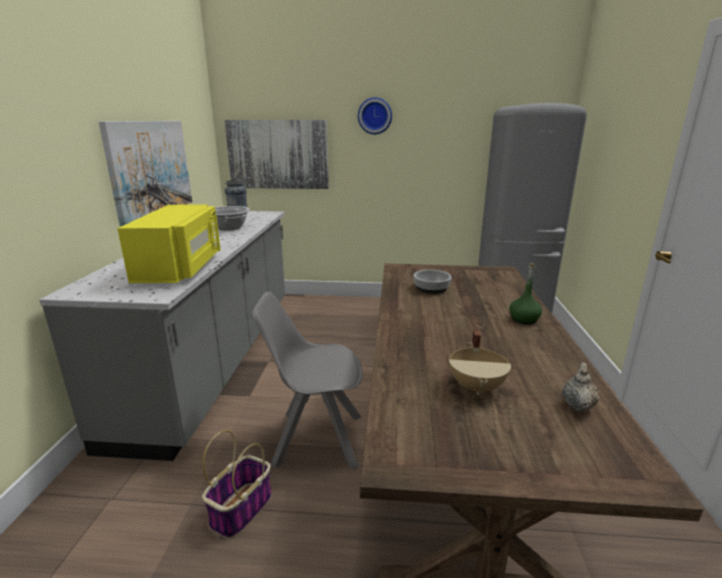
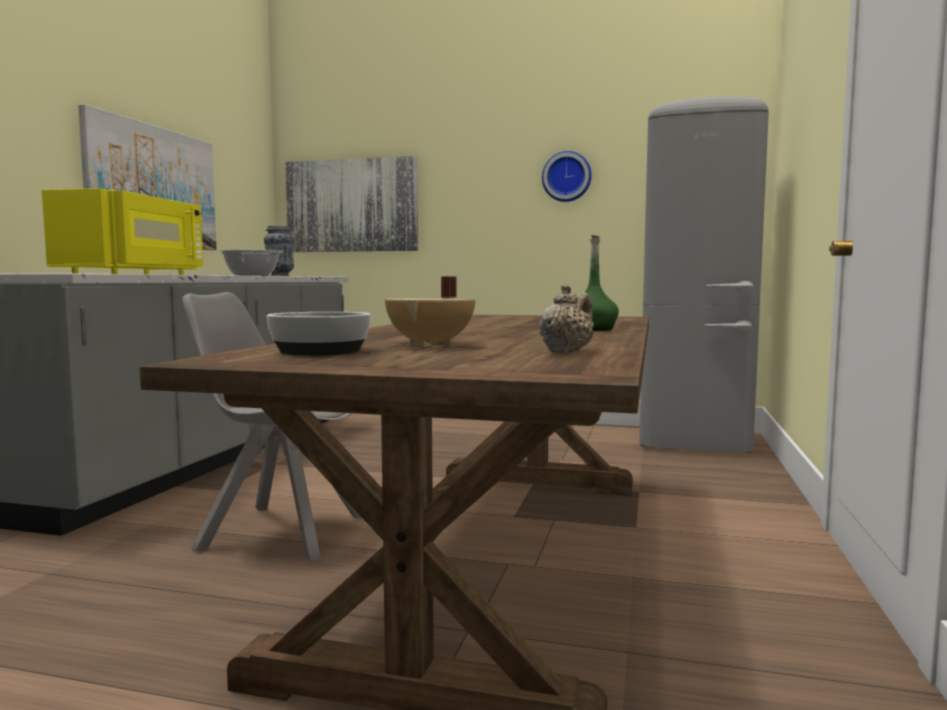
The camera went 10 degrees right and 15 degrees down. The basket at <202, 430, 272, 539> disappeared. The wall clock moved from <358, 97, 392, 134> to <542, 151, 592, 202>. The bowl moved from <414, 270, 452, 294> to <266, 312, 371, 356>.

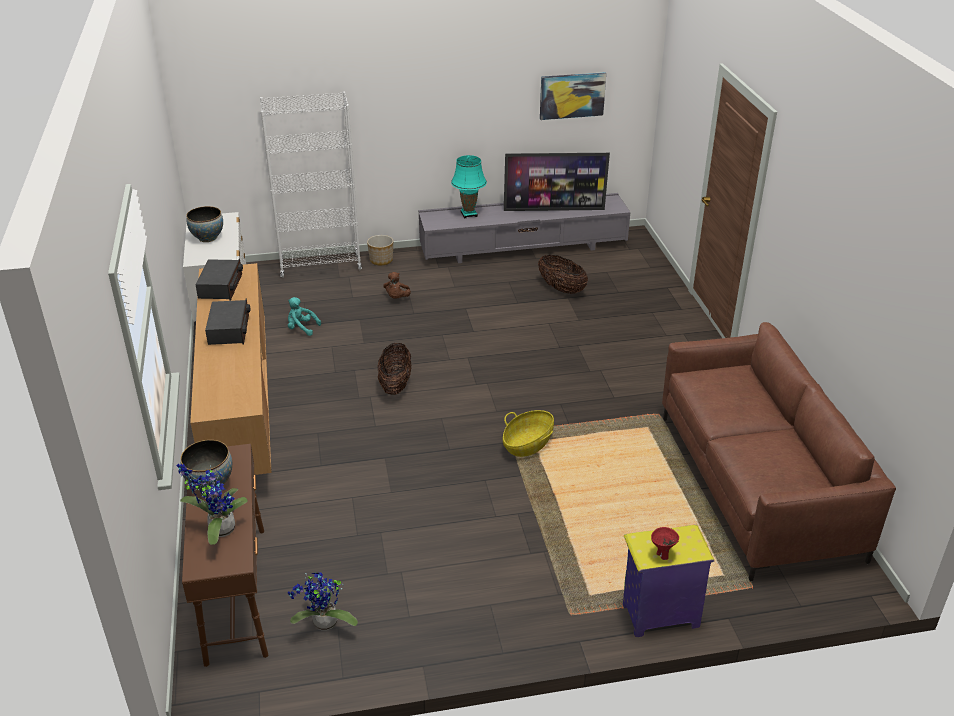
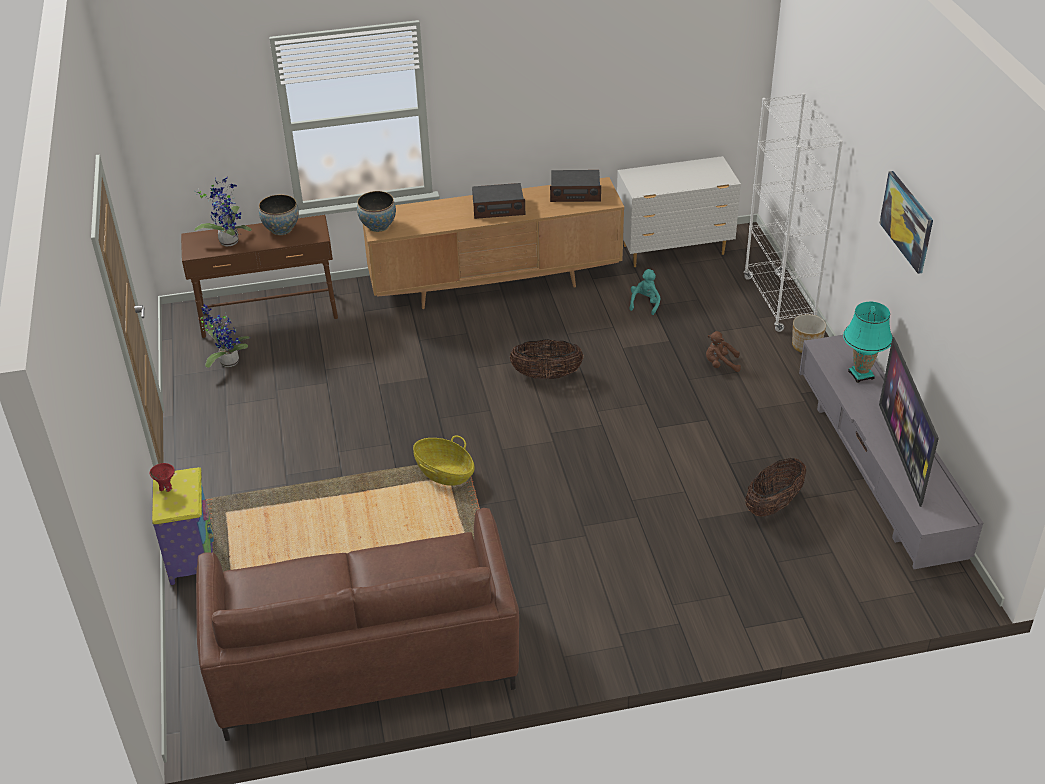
The camera went 90 degrees right and 5 degrees up. The bowl moved from <186, 206, 223, 242> to <357, 191, 396, 232>. The picture moved from <540, 72, 606, 120> to <879, 171, 933, 274>.

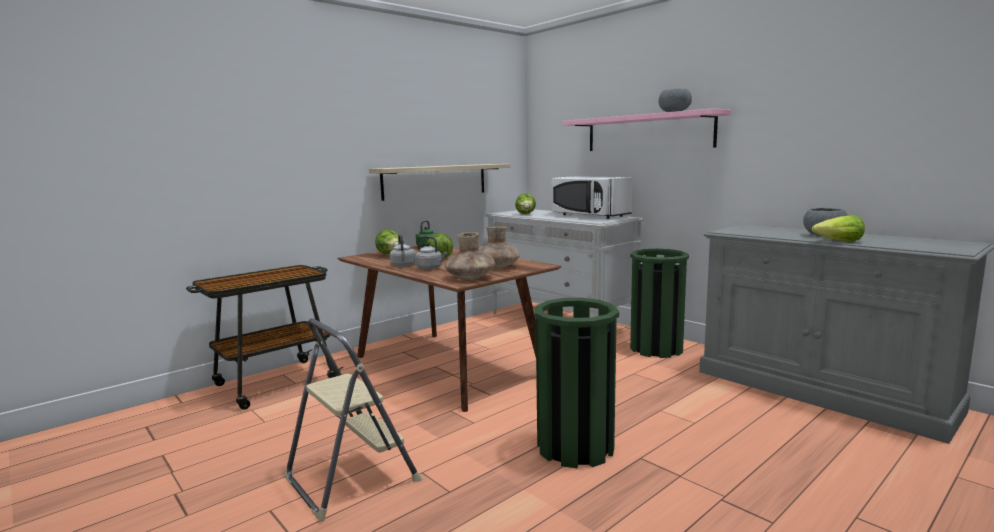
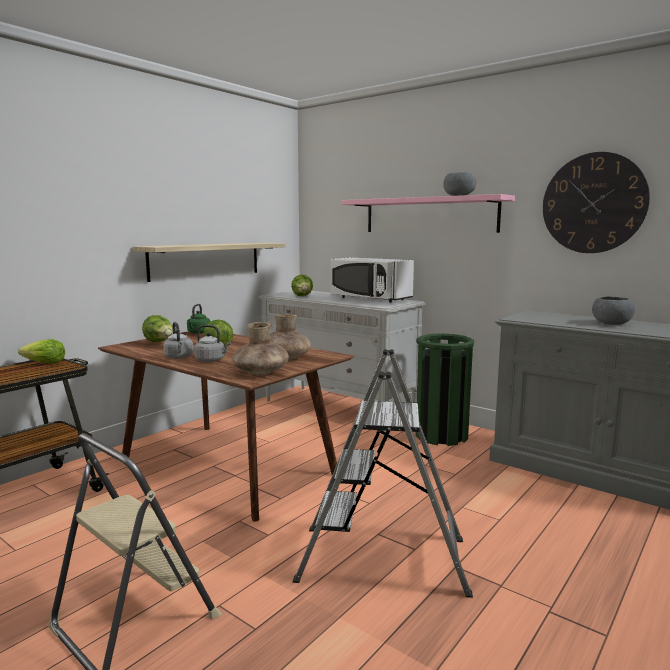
The camera went 10 degrees left and 0 degrees up. The wall clock at <543, 152, 650, 253> appeared. The lettuce moved from <812, 215, 865, 241> to <18, 339, 65, 364>. The trash can (green) at <534, 298, 619, 468> was replaced by the step ladder (grey) at <292, 349, 473, 598>.

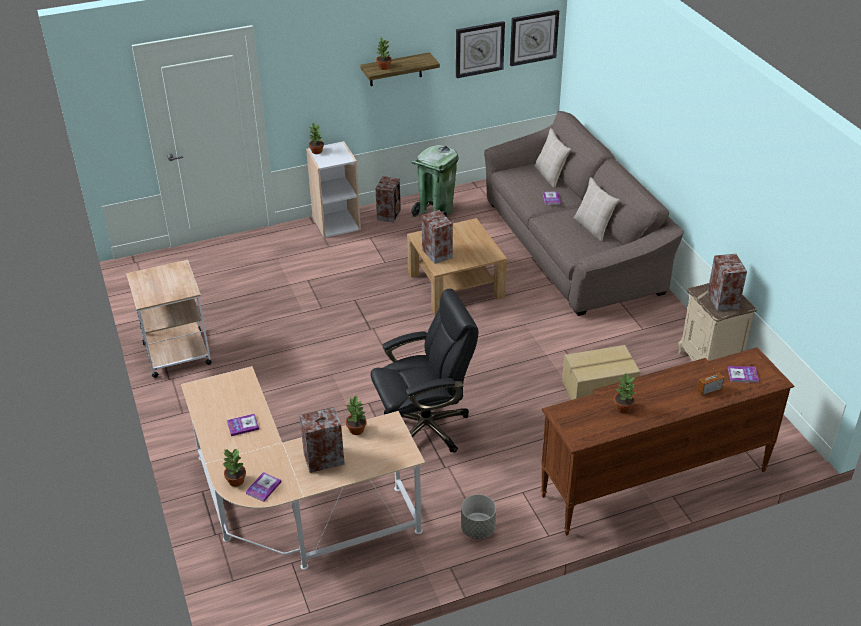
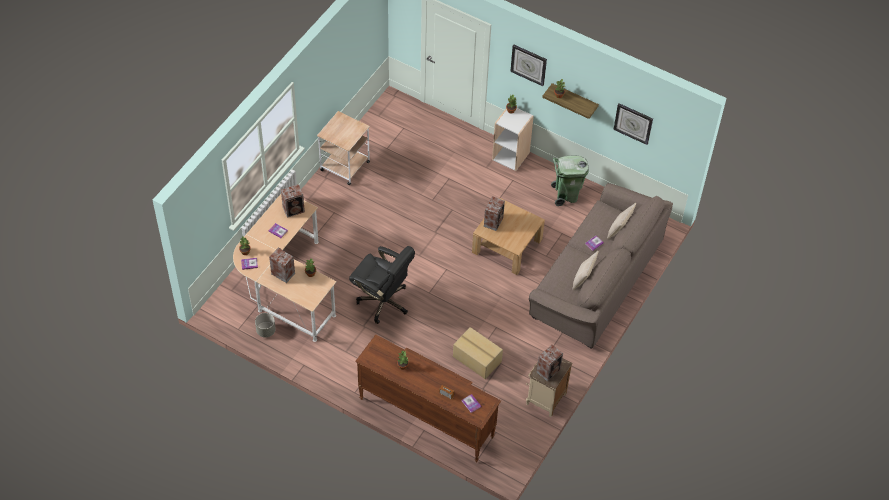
The camera went 50 degrees right and 15 degrees up. The speaker moved from <376, 176, 401, 223> to <281, 184, 305, 218>. The planter (grey) moved from <461, 494, 496, 539> to <255, 313, 276, 337>. The wall clock moved from <510, 10, 559, 66> to <510, 45, 547, 86>.

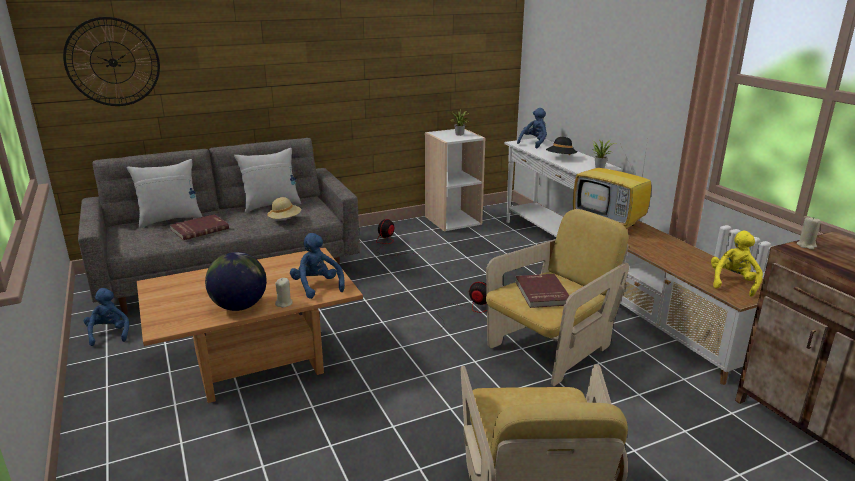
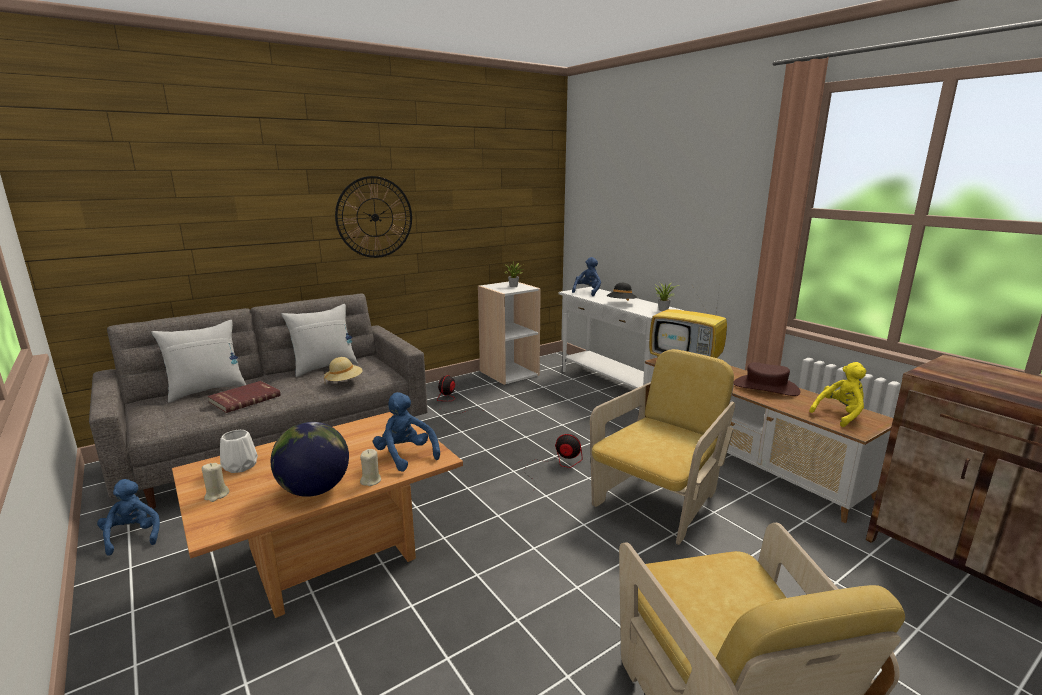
The camera went 10 degrees left and 5 degrees down. The book (red) at <515, 274, 570, 308> disappeared. The vase (white) at <220, 430, 258, 473> appeared. The hat (brown) at <733, 362, 801, 396> appeared. The wall clock moved from <63, 17, 160, 106> to <335, 176, 412, 258>. The candle (beige) moved from <797, 218, 821, 250> to <202, 463, 229, 502>. The plush toy (yellow) at <711, 231, 763, 297> turned 45 degrees clockwise.

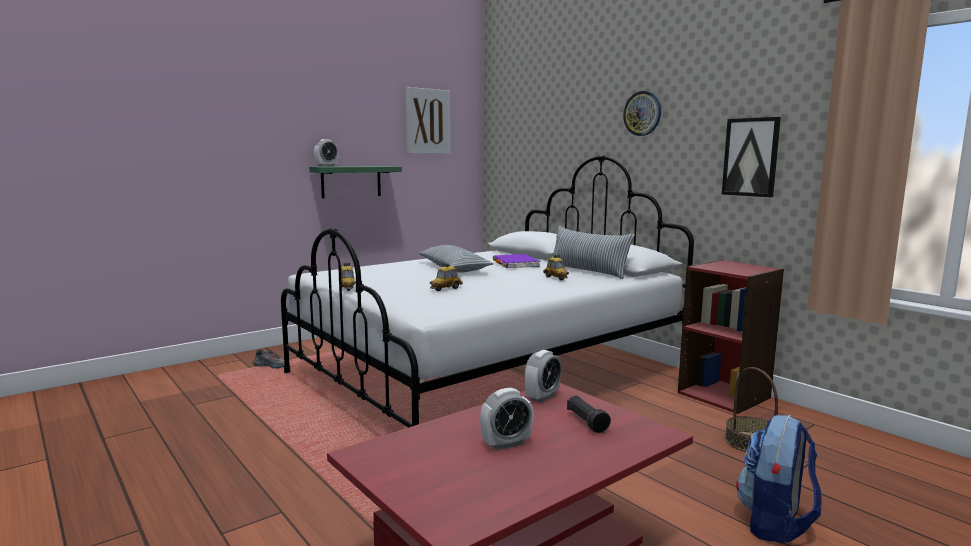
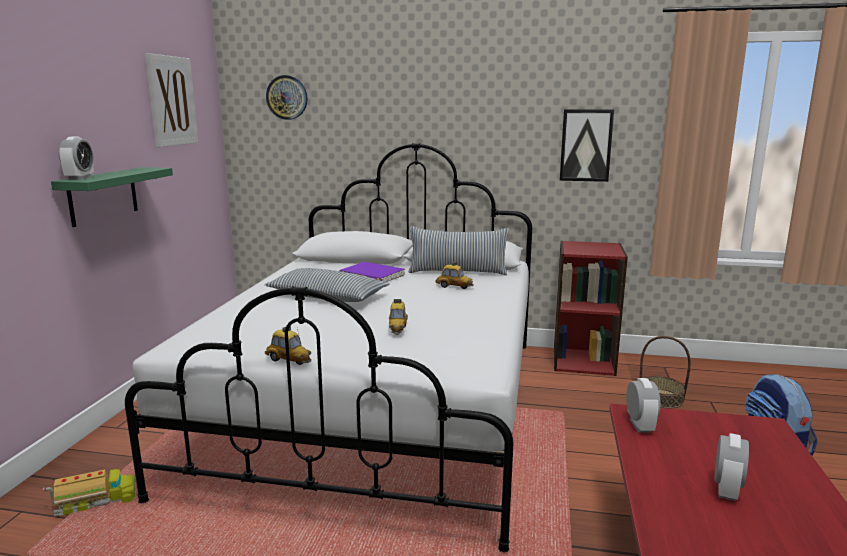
The camera went 40 degrees left and 5 degrees up. The flashlight (black) at <567, 396, 611, 433> disappeared. The wall clock moved from <623, 91, 661, 136> to <266, 75, 307, 120>. The shoe at <252, 349, 285, 369> was replaced by the toy truck at <43, 466, 136, 517>.

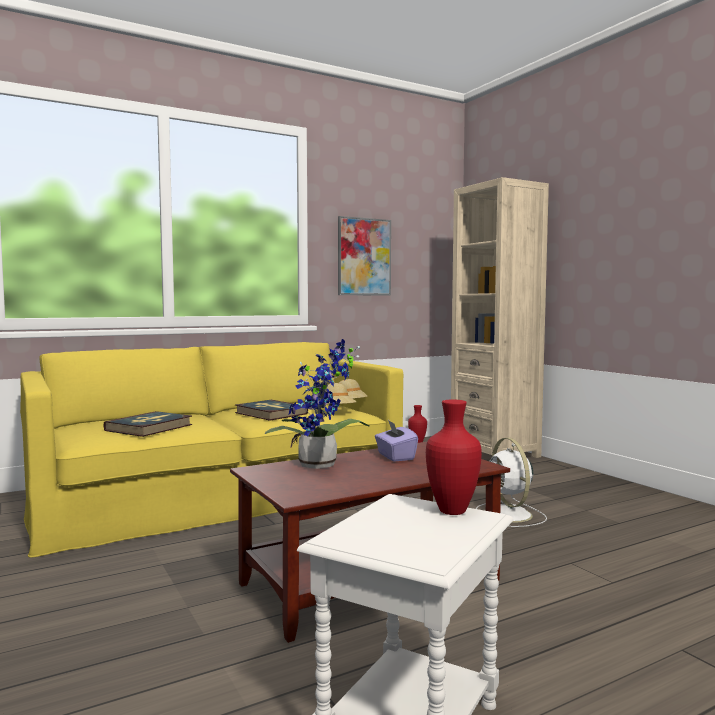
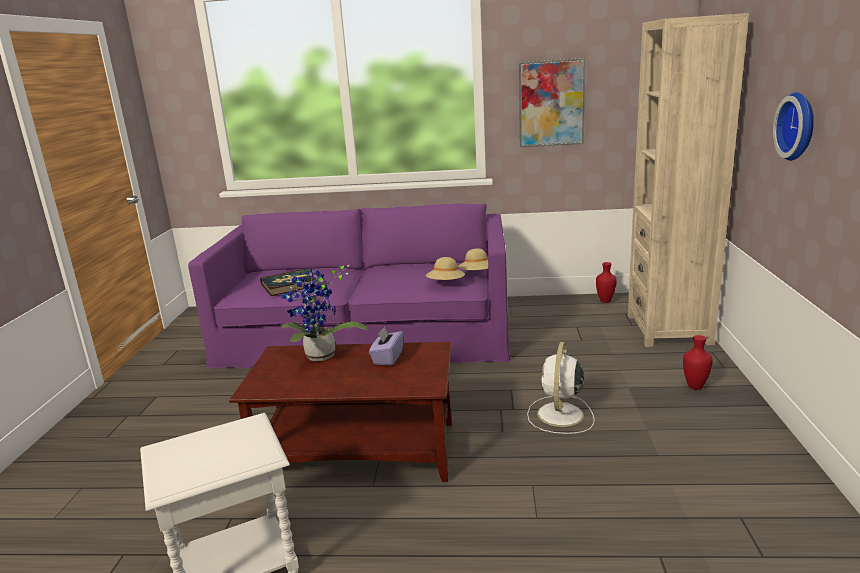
The camera went 35 degrees right and 15 degrees up. The book at <235, 400, 308, 421> disappeared. The wall clock at <773, 92, 814, 161> appeared. The vase (red) moved from <426, 399, 482, 515> to <683, 335, 713, 390>. The sofa (yellow) at <20, 342, 403, 558> became the sofa (purple) at <188, 203, 511, 369>.

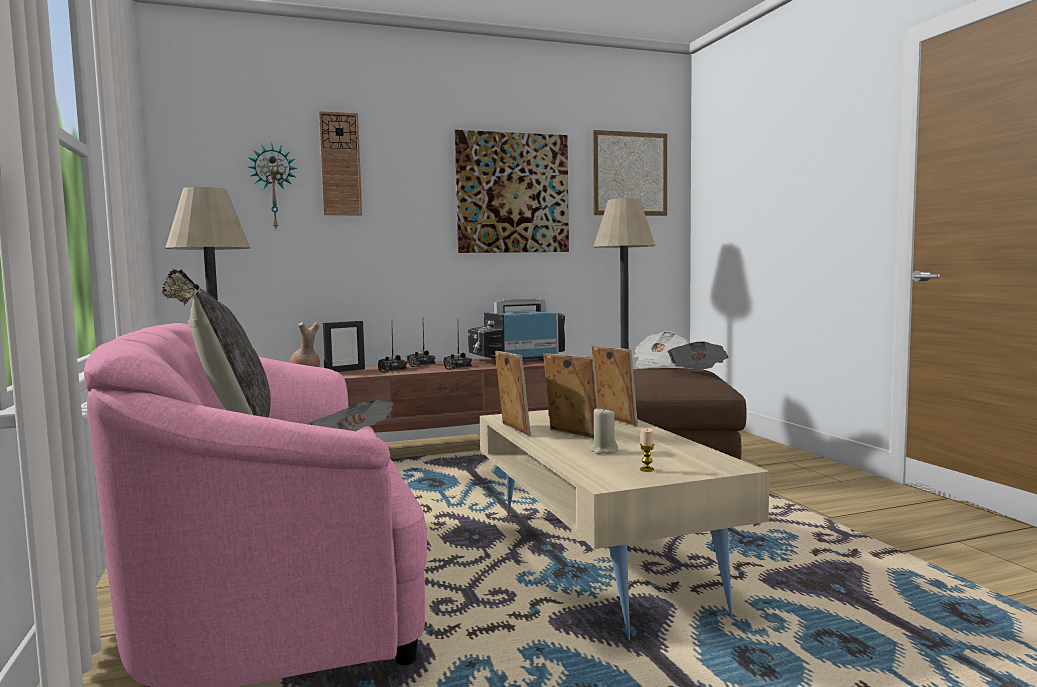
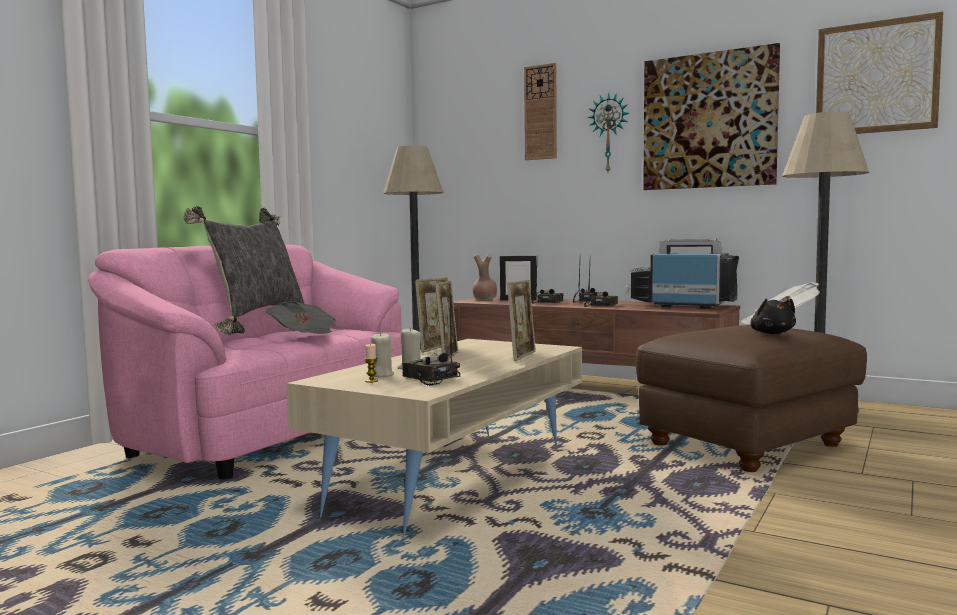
The camera went 50 degrees right and 0 degrees up. The candle (beige) at <371, 332, 394, 377> appeared. The radio at <402, 292, 460, 386> appeared. The wall clock moved from <248, 143, 297, 229> to <587, 92, 629, 172>. The newspaper at <668, 341, 729, 369> was replaced by the plush toy (black) at <750, 298, 796, 334>.

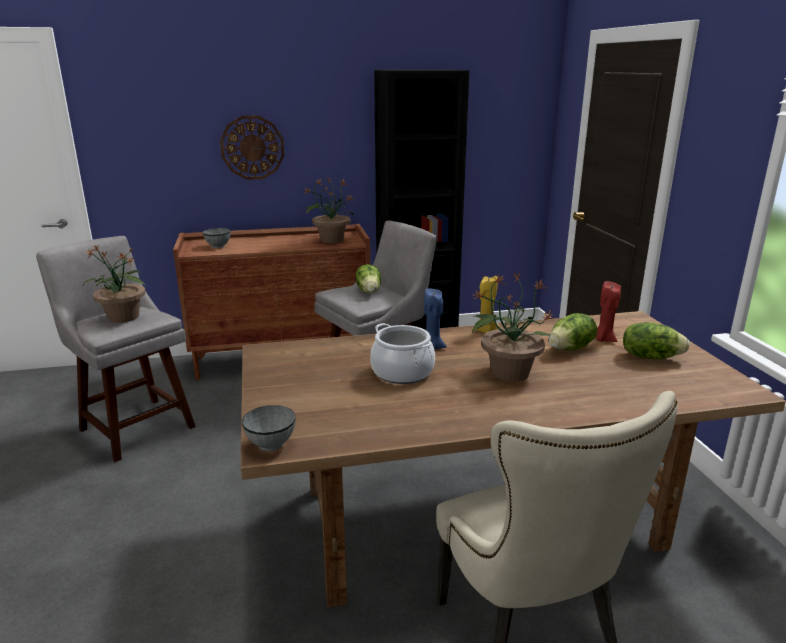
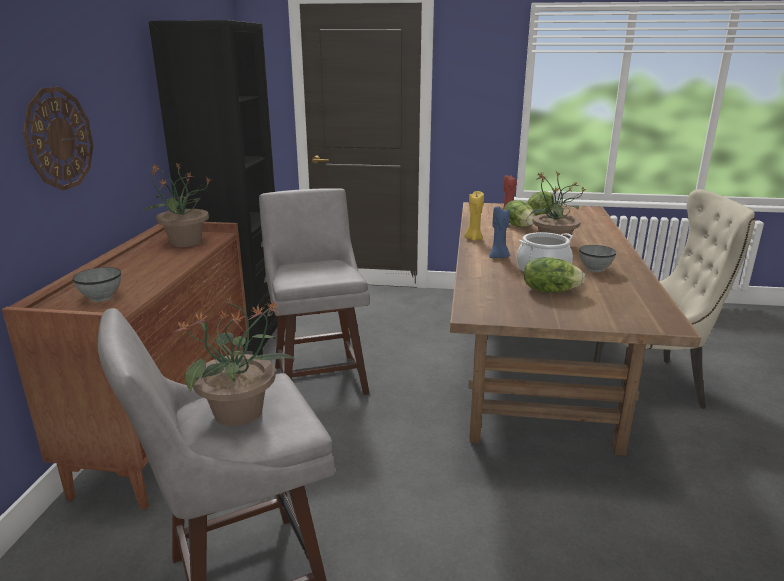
The camera went 70 degrees left and 0 degrees up. The bowl (grey) moved from <242, 405, 295, 451> to <579, 245, 616, 272>. The lettuce moved from <356, 264, 381, 293> to <524, 257, 585, 292>.

